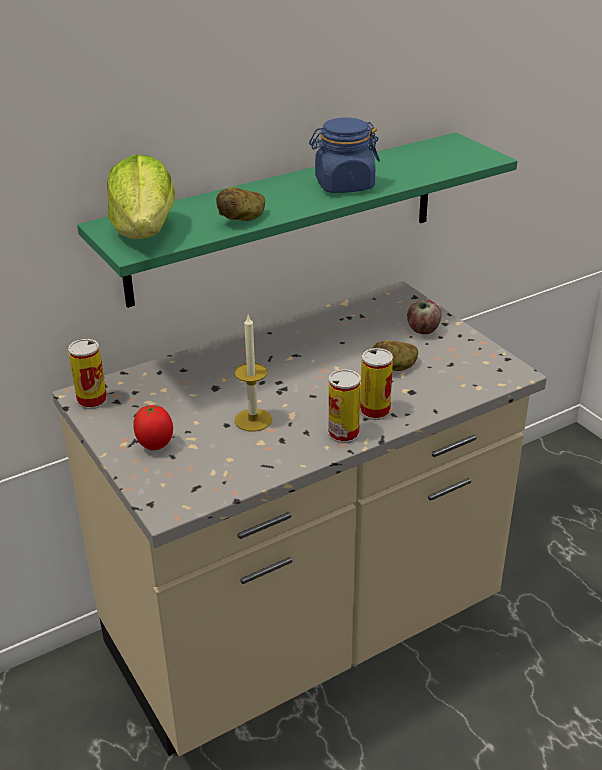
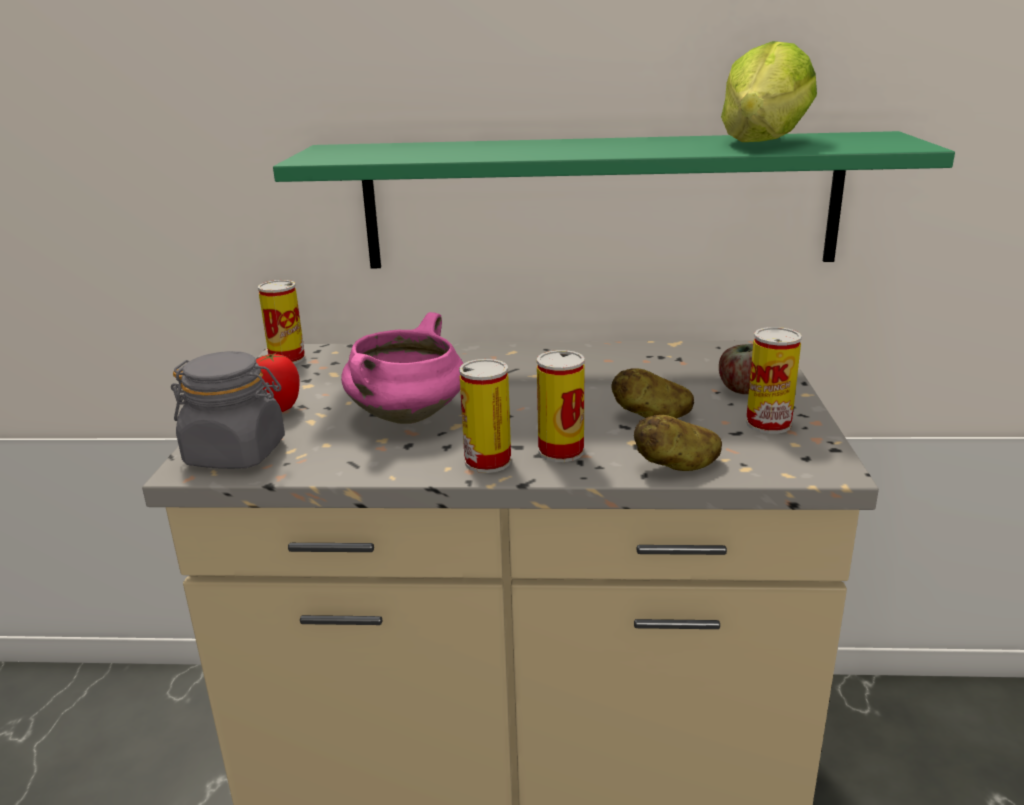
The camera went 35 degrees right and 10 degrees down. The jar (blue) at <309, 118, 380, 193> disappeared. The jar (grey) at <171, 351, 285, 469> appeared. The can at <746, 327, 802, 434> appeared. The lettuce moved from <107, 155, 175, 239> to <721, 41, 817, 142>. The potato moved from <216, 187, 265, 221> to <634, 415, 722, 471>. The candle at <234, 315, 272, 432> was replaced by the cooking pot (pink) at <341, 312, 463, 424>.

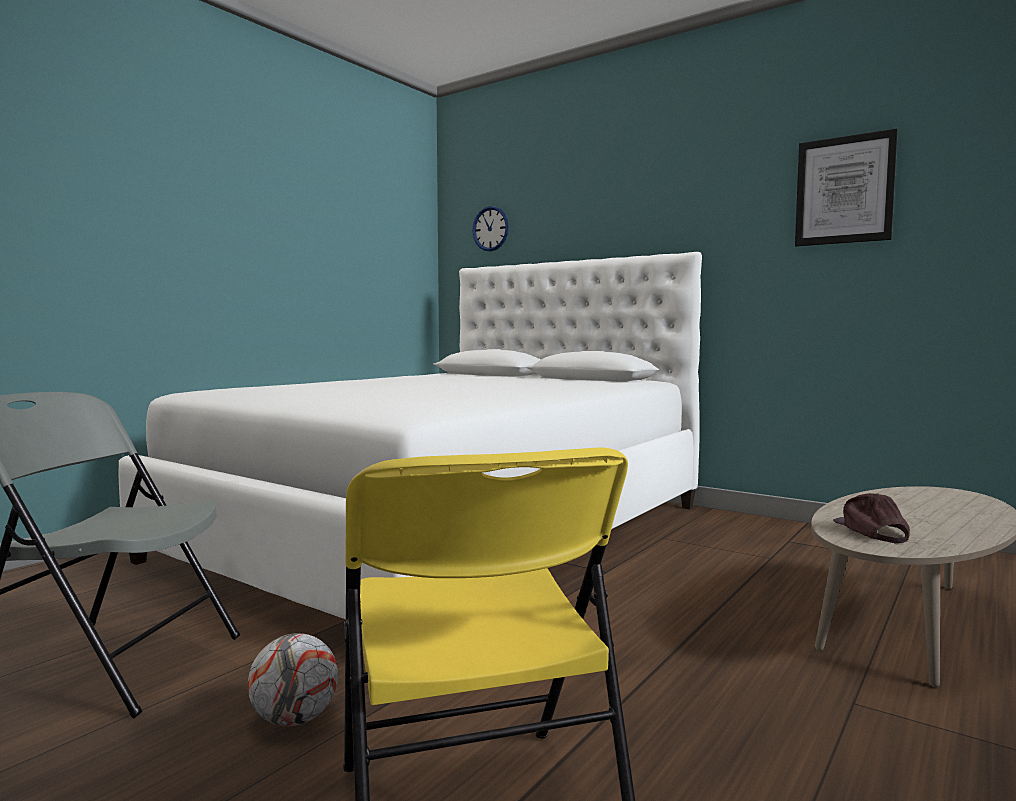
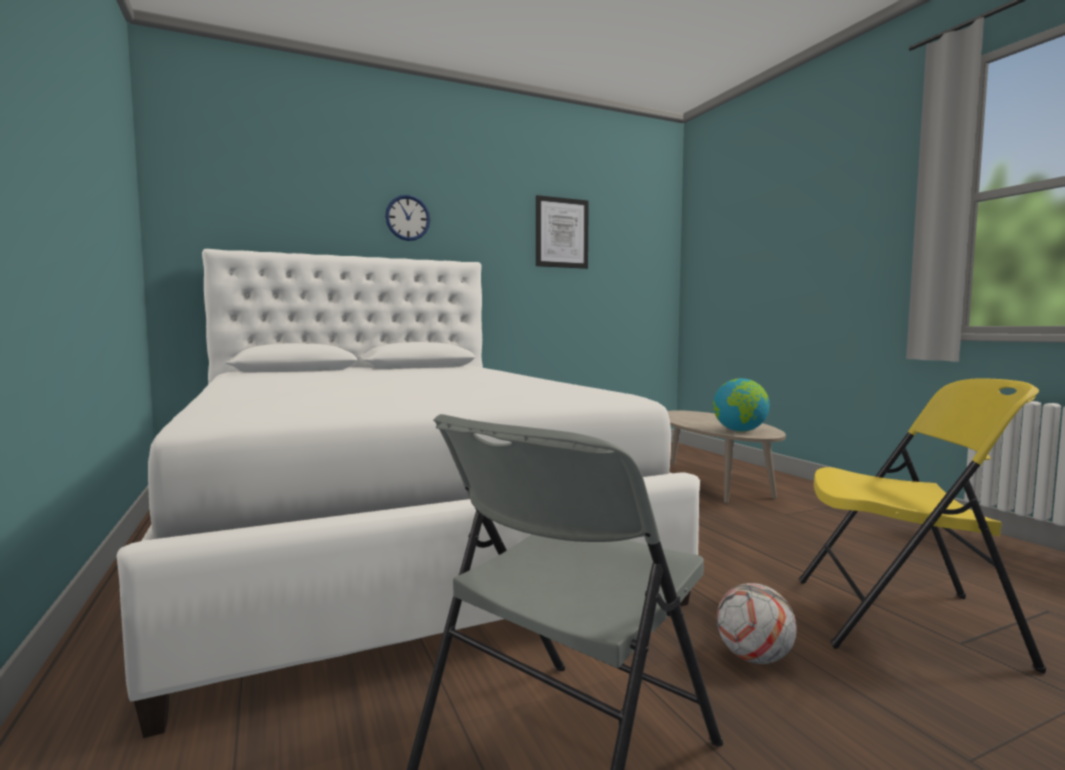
The camera went 60 degrees left and 0 degrees up. The wall clock moved from <472, 206, 509, 251> to <385, 195, 431, 241>. The cap (brown) at <833, 493, 910, 543> was replaced by the globe at <713, 378, 770, 432>.

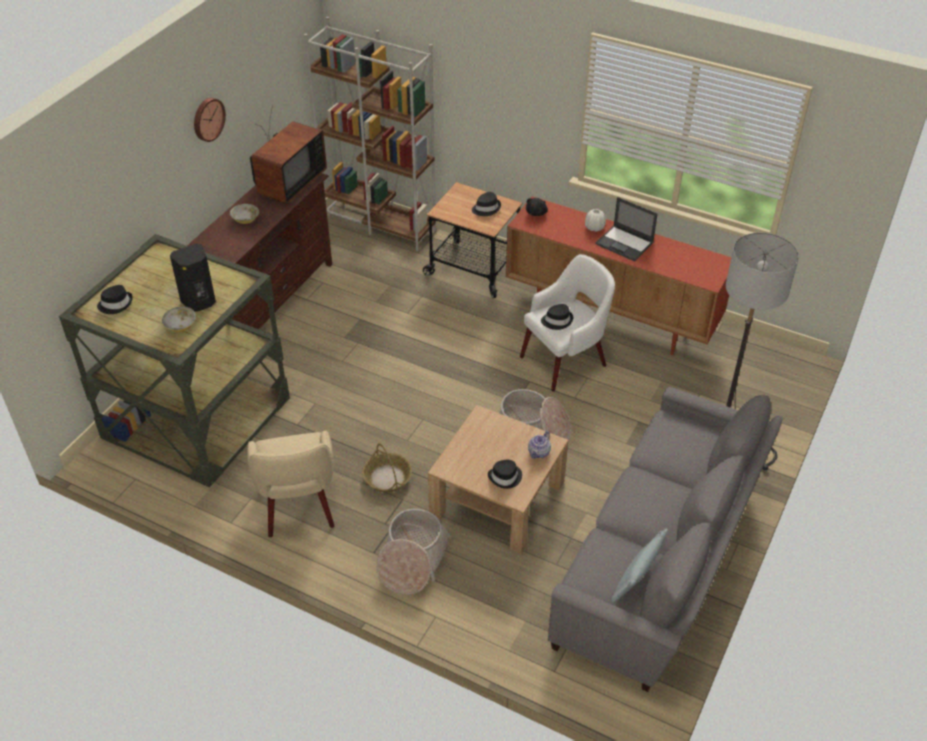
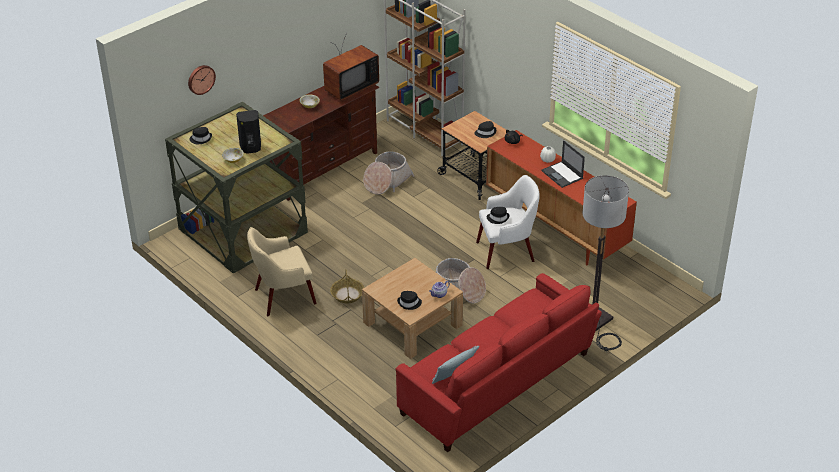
The camera went 20 degrees right and 5 degrees down. The wall clock moved from <194, 98, 226, 142> to <188, 65, 216, 95>. The basket moved from <377, 509, 452, 595> to <363, 151, 414, 195>. The sofa (grey) at <548, 387, 783, 692> became the sofa (red) at <395, 273, 602, 453>. The armchair (beige) at <247, 430, 334, 537> turned 60 degrees clockwise.

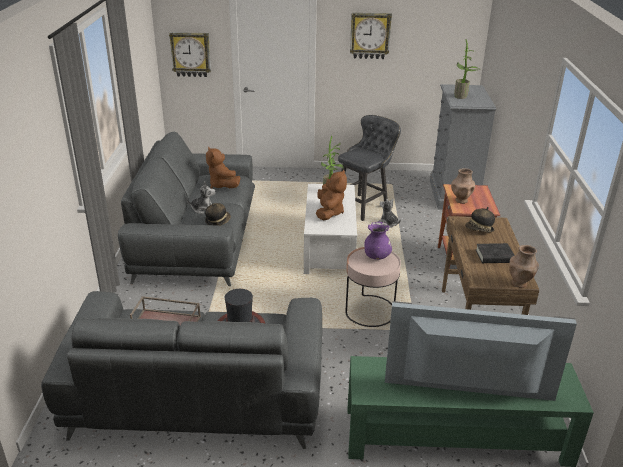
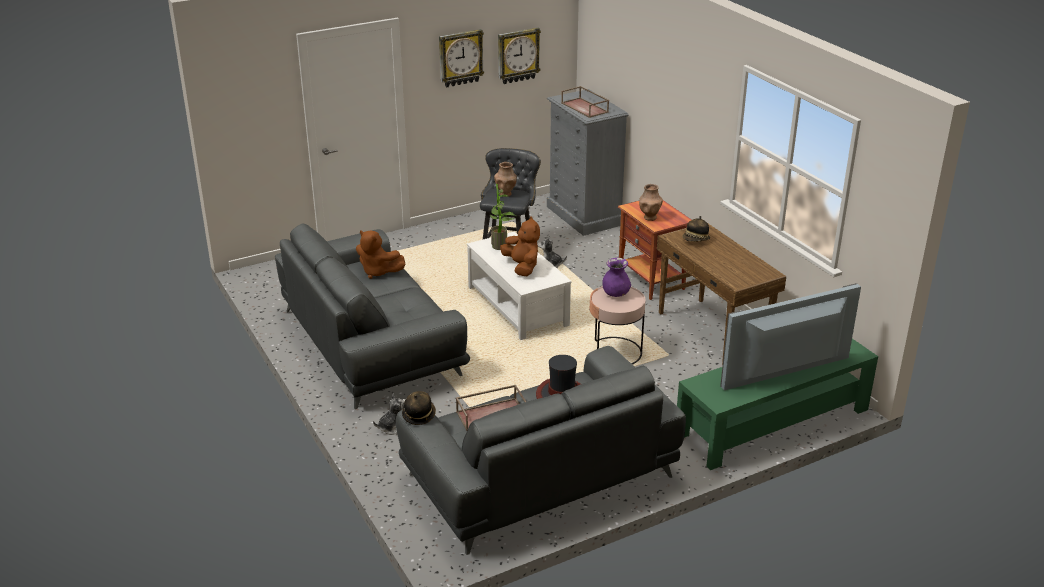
The camera went 30 degrees left and 0 degrees up. The book (black) at <476, 243, 515, 263> disappeared. The wall clock moved from <169, 32, 211, 77> to <498, 28, 541, 84>. The plush toy moved from <187, 181, 216, 214> to <373, 393, 406, 435>. The hat moved from <205, 203, 231, 226> to <402, 391, 436, 425>. The vase (brown) moved from <509, 245, 539, 288> to <494, 162, 517, 197>. The potted plant at <454, 39, 480, 99> was replaced by the tray (brown) at <561, 86, 609, 118>.

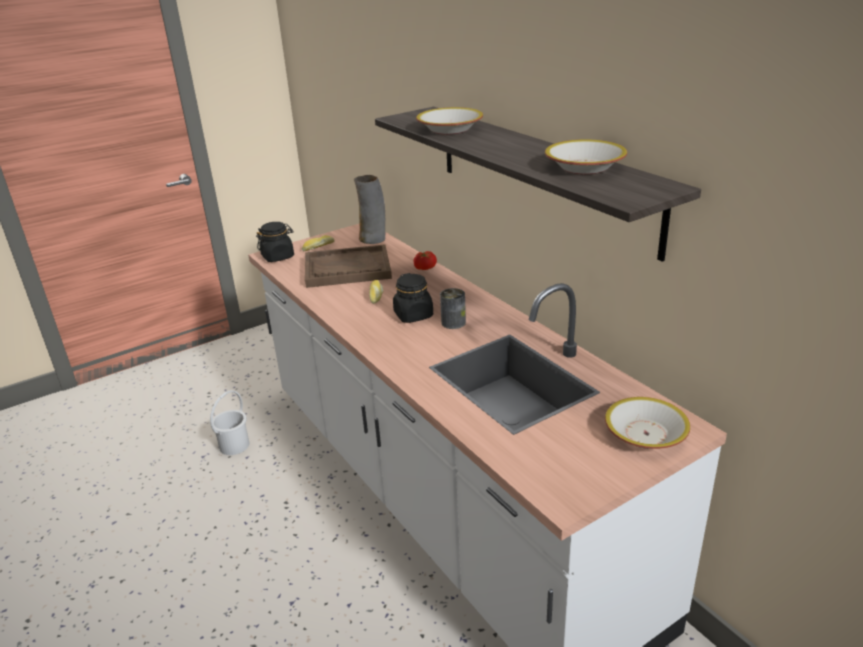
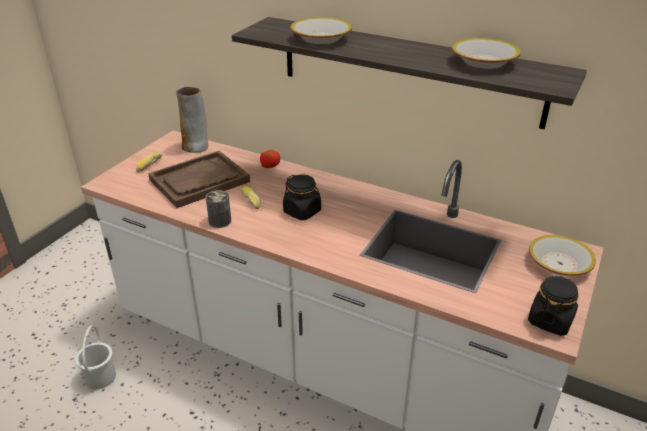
The camera went 30 degrees left and 5 degrees up. The jar (black) moved from <256, 222, 294, 262> to <528, 276, 578, 336>. The can moved from <440, 288, 466, 329> to <206, 190, 231, 228>.

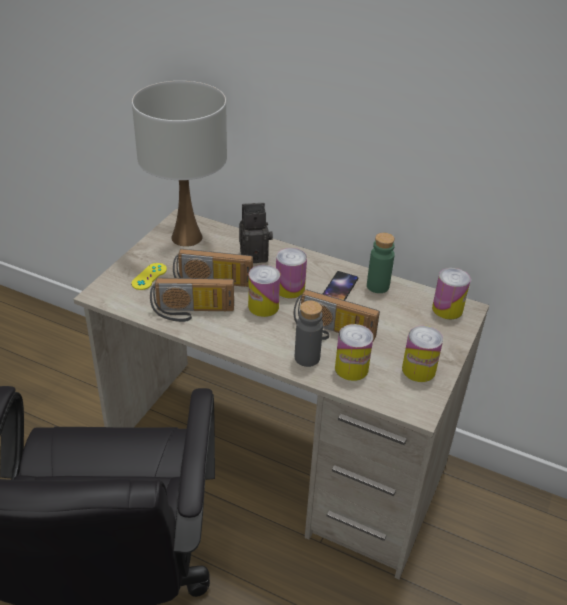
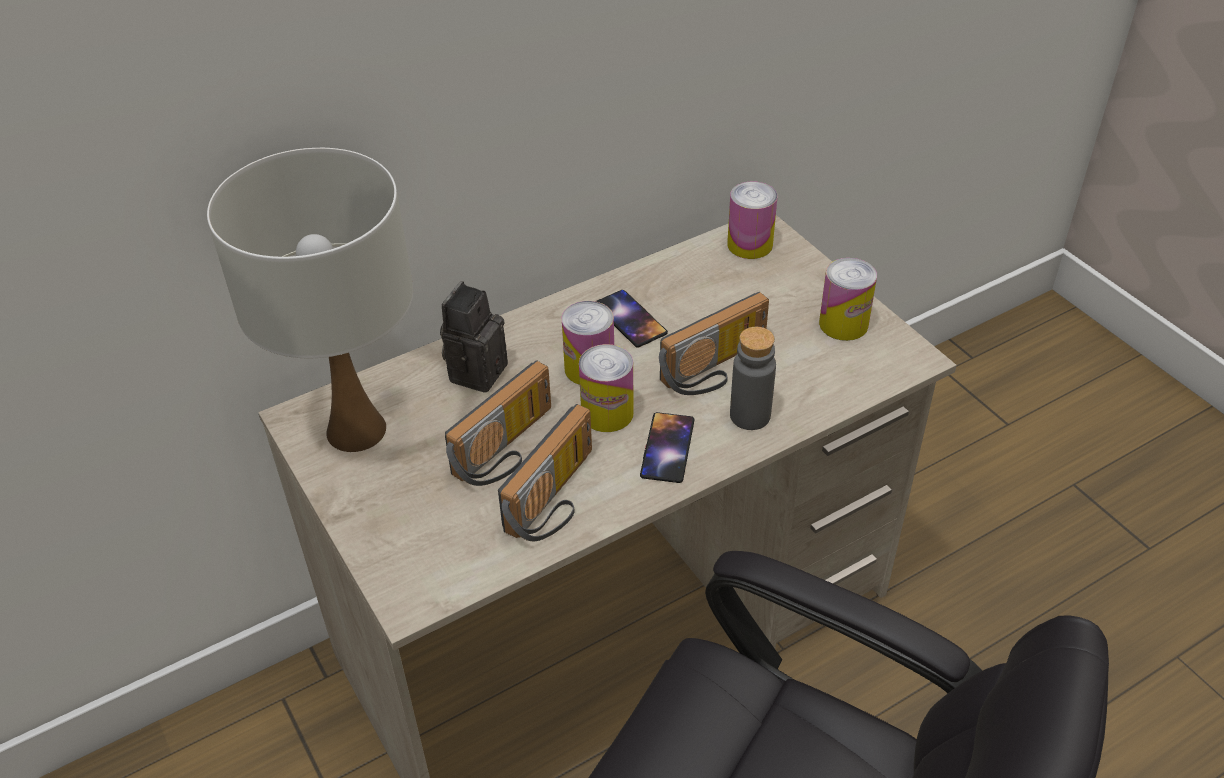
The camera went 55 degrees left and 5 degrees up. The game controller (yellow) at <131, 263, 167, 290> disappeared. The can at <335, 324, 373, 381> disappeared. The bottle (green) at <367, 233, 395, 293> disappeared. The phone at <640, 412, 694, 483> appeared.

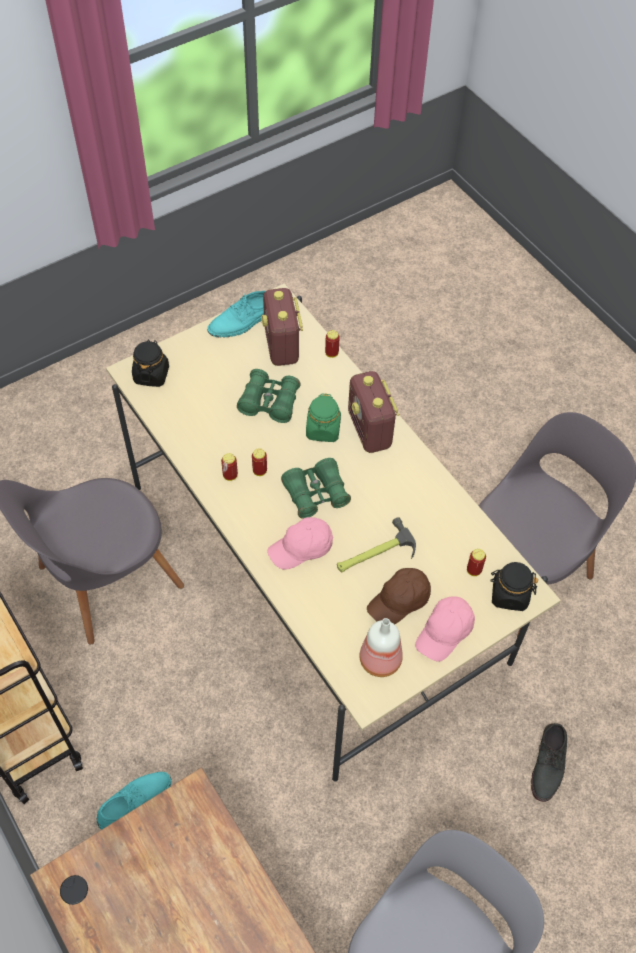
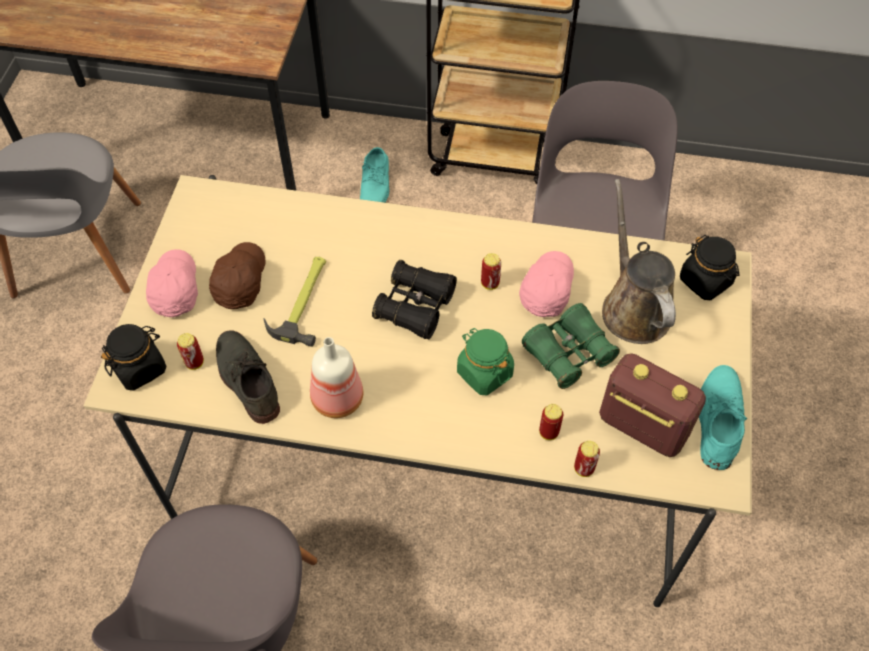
The camera went 135 degrees right and 0 degrees up. The radio at <348, 371, 399, 453> disappeared. The watering can (brown) at <602, 179, 676, 344> appeared. The can moved from <221, 453, 238, 481> to <539, 404, 563, 440>. The cap (pink) moved from <267, 517, 333, 570> to <519, 251, 574, 317>. The bottle moved from <359, 618, 403, 677> to <310, 337, 363, 418>. The shoe (grey) moved from <531, 723, 567, 802> to <216, 330, 280, 424>. The binoculars (green) at <281, 458, 351, 519> became the binoculars (black) at <372, 260, 457, 340>.

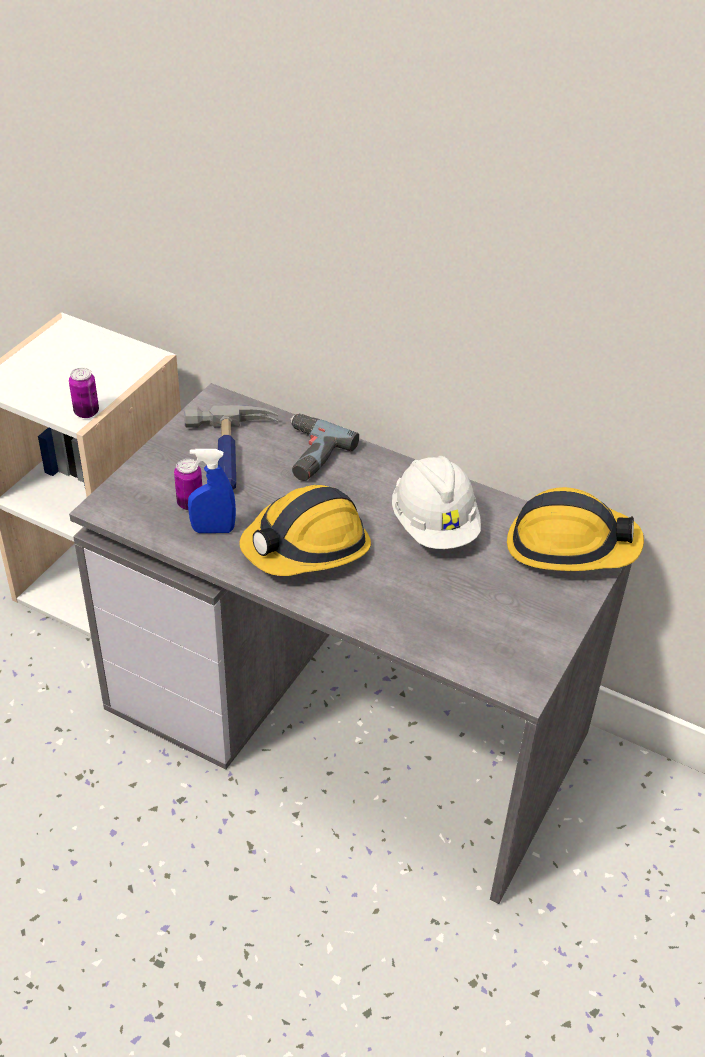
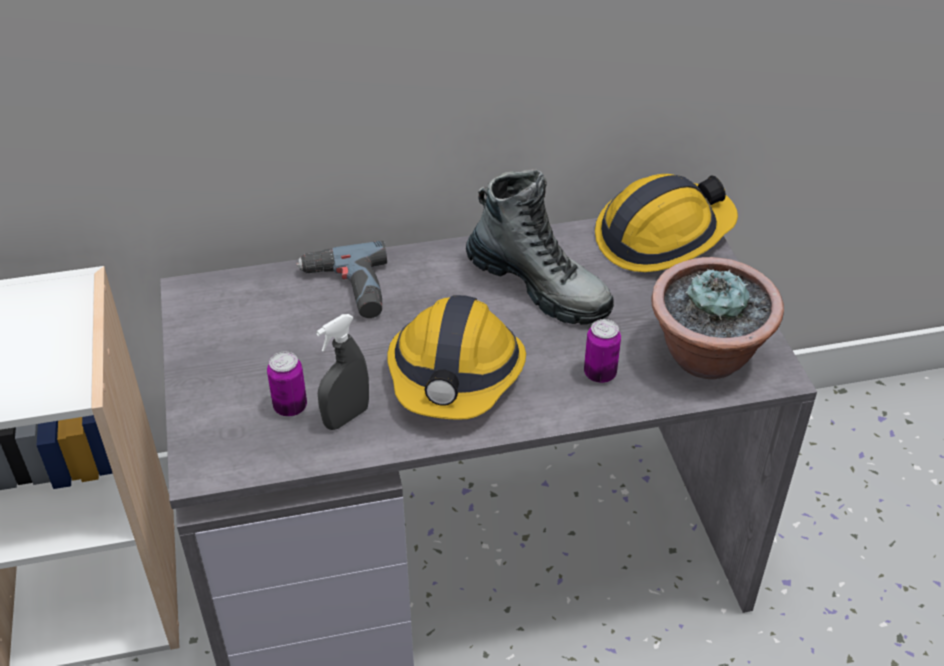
The camera went 40 degrees left and 0 degrees up. The hammer at <184, 405, 278, 490> disappeared. The potted plant at <651, 257, 784, 379> appeared. The can moved from <69, 368, 99, 418> to <584, 319, 621, 383>. The hard hat (white) at <392, 456, 481, 549> was replaced by the boot at <466, 169, 614, 325>. The spray bottle (blue) at <188, 449, 236, 533> became the spray bottle (grey) at <316, 314, 369, 430>.

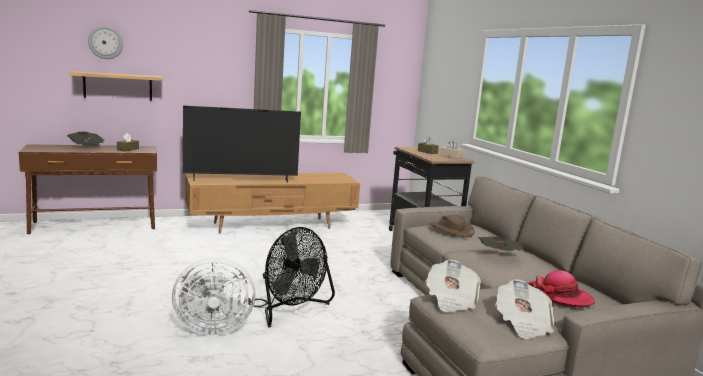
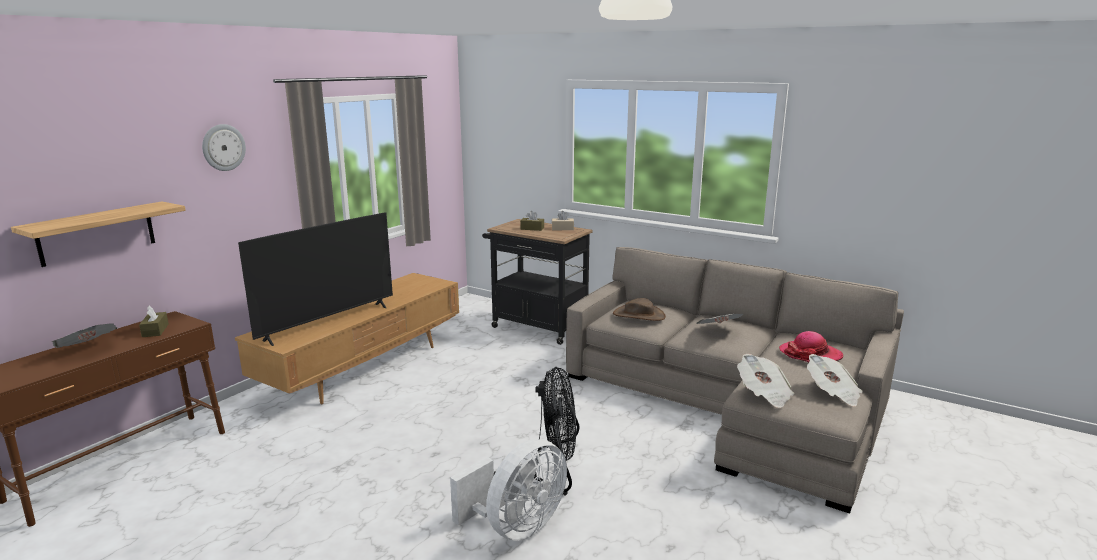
The camera went 35 degrees left and 5 degrees up. The wall clock moved from <88, 26, 123, 59> to <202, 124, 246, 171>.

